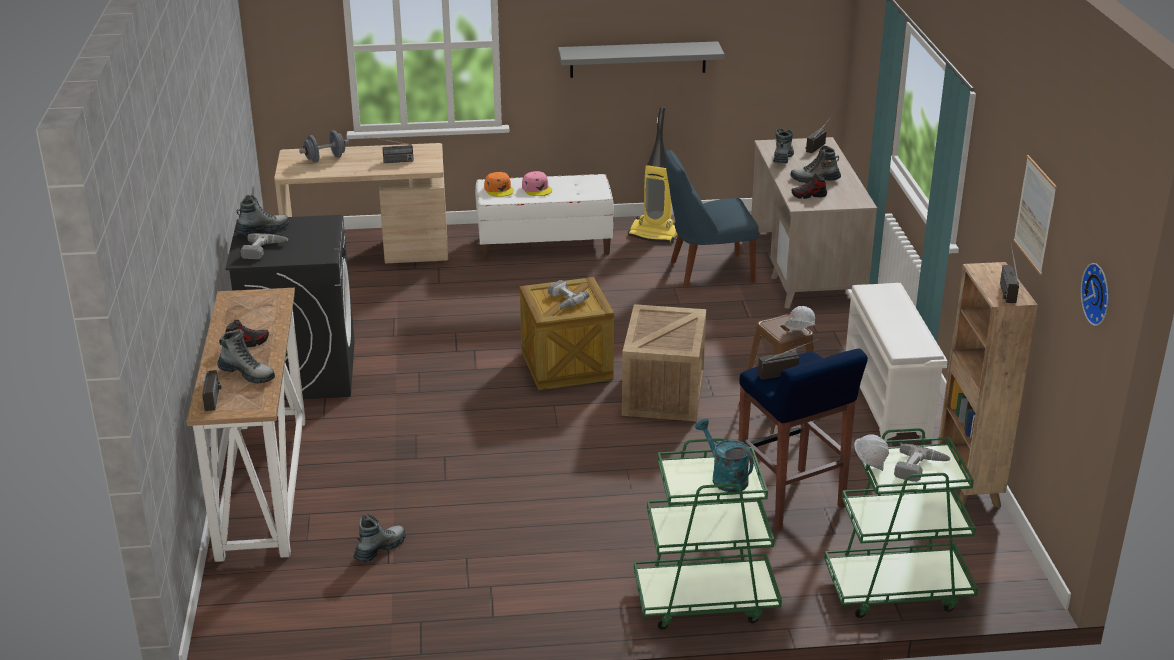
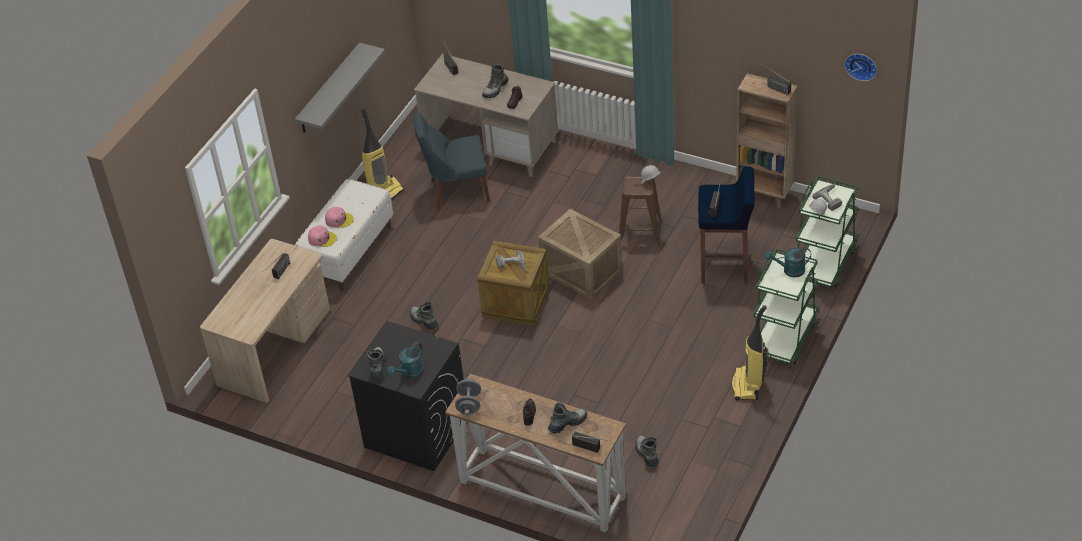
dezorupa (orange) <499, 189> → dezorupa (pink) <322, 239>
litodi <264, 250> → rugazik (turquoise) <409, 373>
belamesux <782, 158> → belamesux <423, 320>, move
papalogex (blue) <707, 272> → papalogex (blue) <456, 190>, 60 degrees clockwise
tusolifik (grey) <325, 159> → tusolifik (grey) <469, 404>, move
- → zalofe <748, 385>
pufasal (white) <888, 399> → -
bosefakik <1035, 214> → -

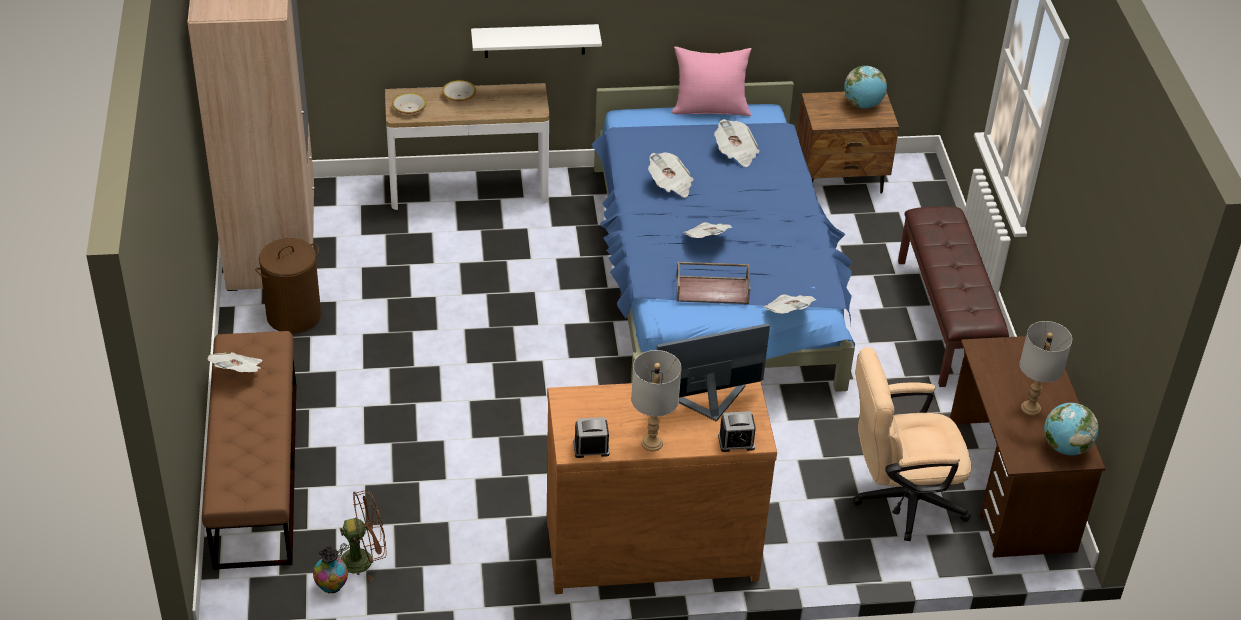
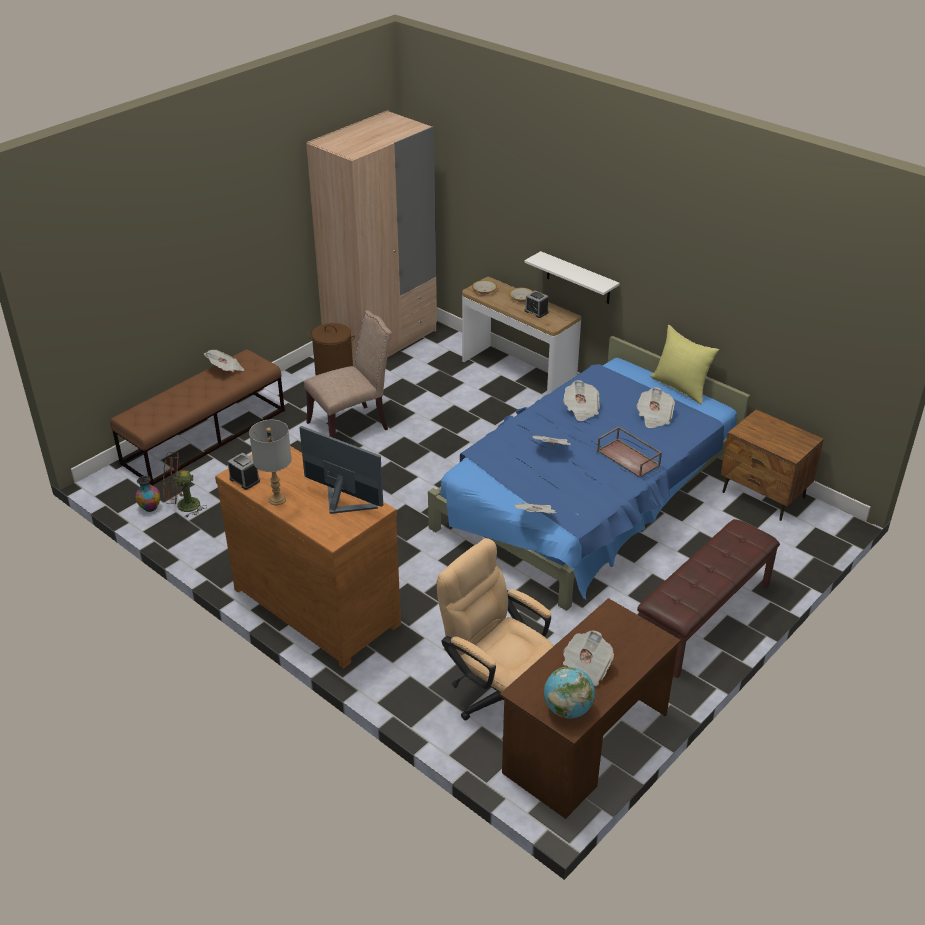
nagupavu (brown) <364, 559> → nagupavu (brown) <183, 506>, 135 degrees clockwise
- → papalogex (beige) <351, 426>
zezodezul <736, 442> → zezodezul <536, 312>, move
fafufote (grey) <1031, 408> → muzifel <585, 669>
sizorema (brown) <713, 289> → sizorema (brown) <629, 458>, move
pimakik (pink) <710, 108> → pimakik (yellow) <681, 387>
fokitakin <863, 104> → -

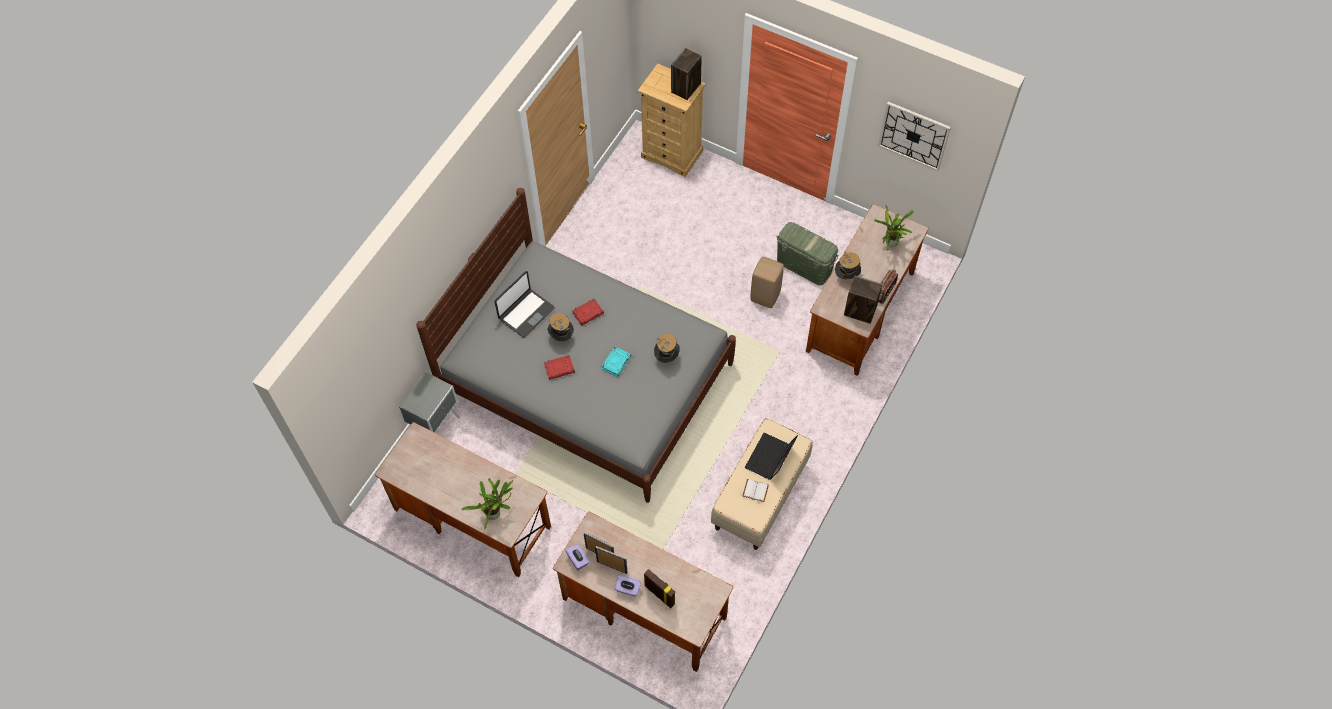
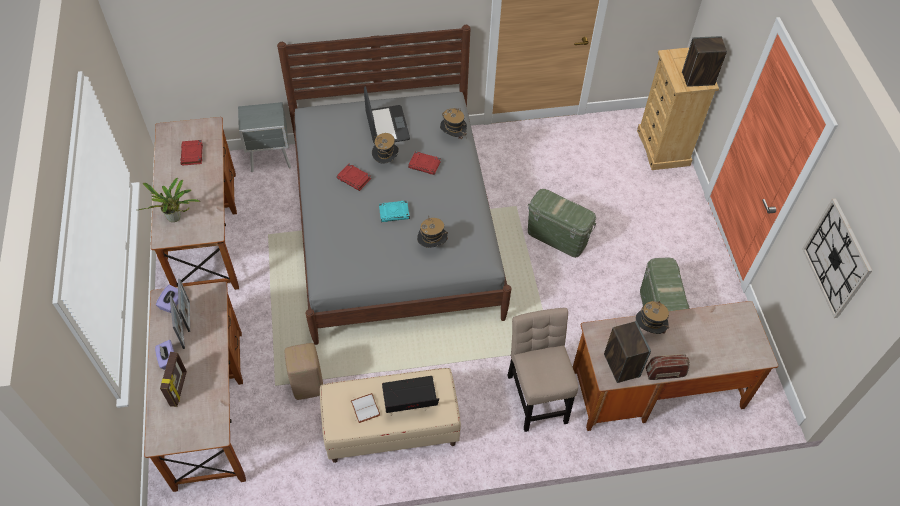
- → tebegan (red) <192, 154>
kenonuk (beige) <765, 296> → kenonuk (beige) <308, 386>, move
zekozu <526, 313> → zekozu <386, 126>, 105 degrees counterclockwise
- → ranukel <453, 136>
- → papalogex (beige) <537, 394>
- → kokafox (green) <557, 237>
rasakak <890, 244> → -

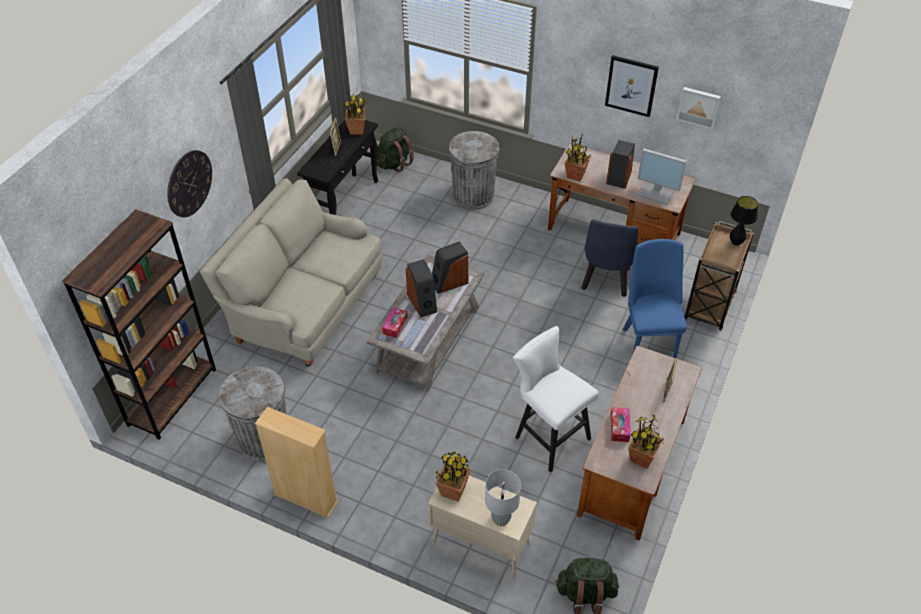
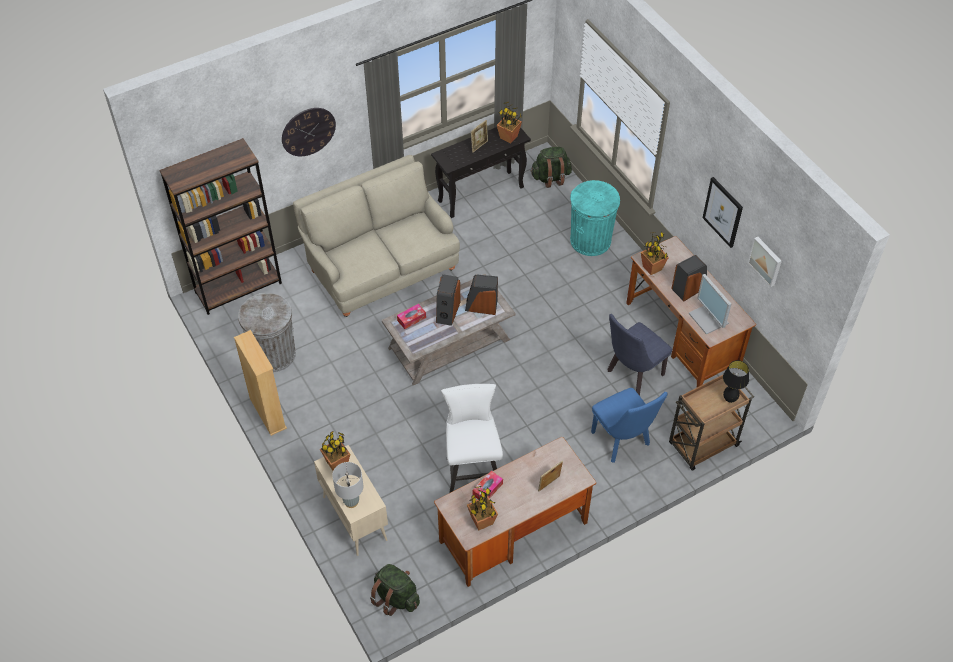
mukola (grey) <473, 196> → mukola (turquoise) <590, 240>
papalogex (blue) <648, 339> → papalogex (blue) <623, 442>, 120 degrees clockwise

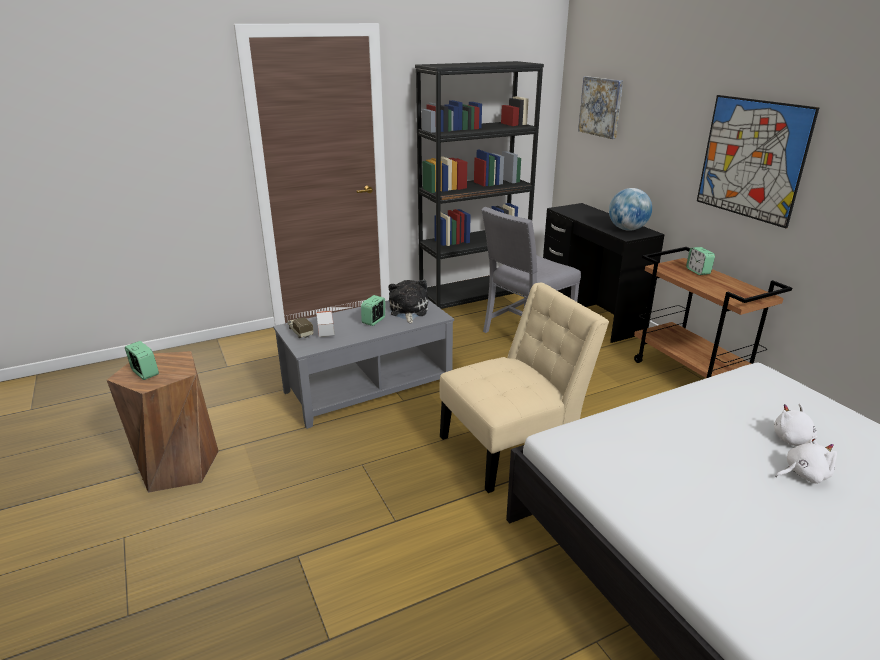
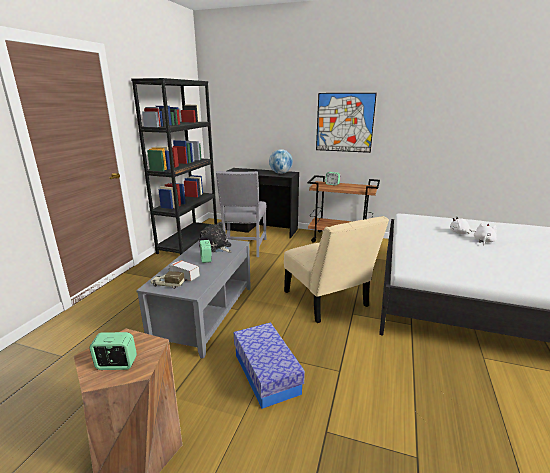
- → kokafox <266, 373>
papalogex (beige) <513, 447> → papalogex (beige) <327, 301>, 135 degrees clockwise
bosefakik <601, 107> → -

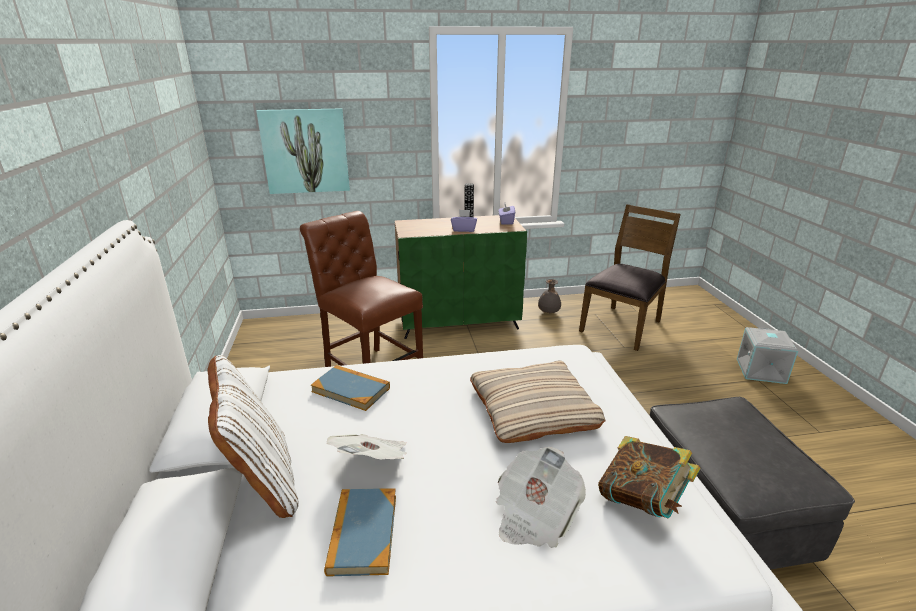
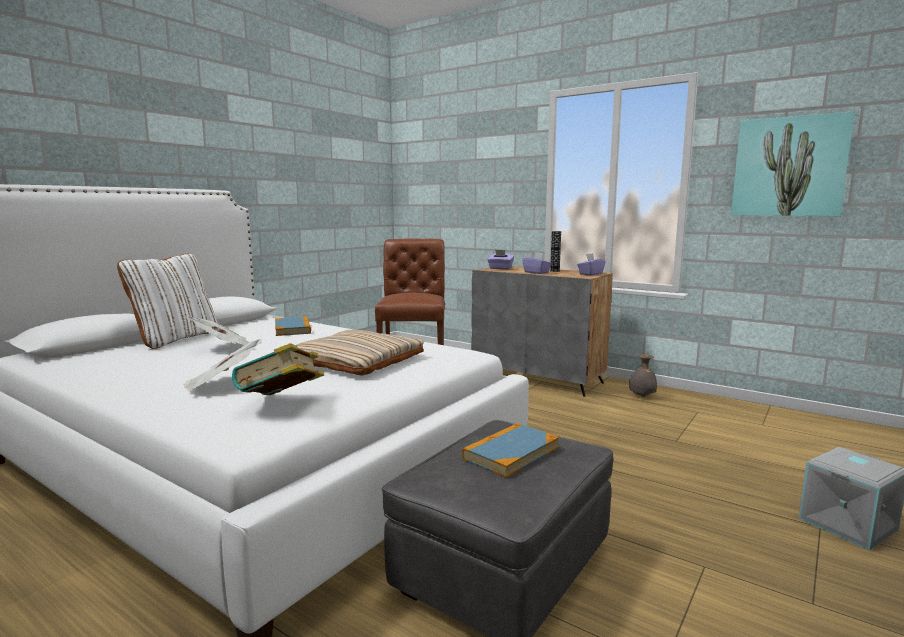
tebegan <363, 533> → tebegan <511, 453>, move
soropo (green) <459, 322> → soropo (grey) <538, 378>
- → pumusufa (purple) <500, 268>
bosefakik <305, 151> → bosefakik <789, 167>, move
papalogex (brown) <622, 326> → -

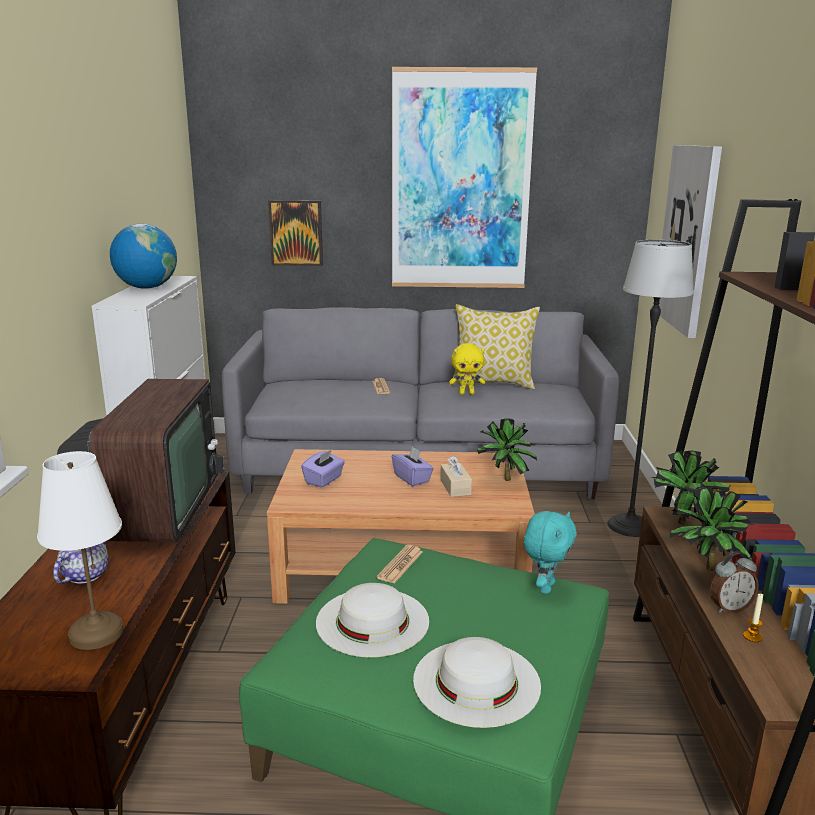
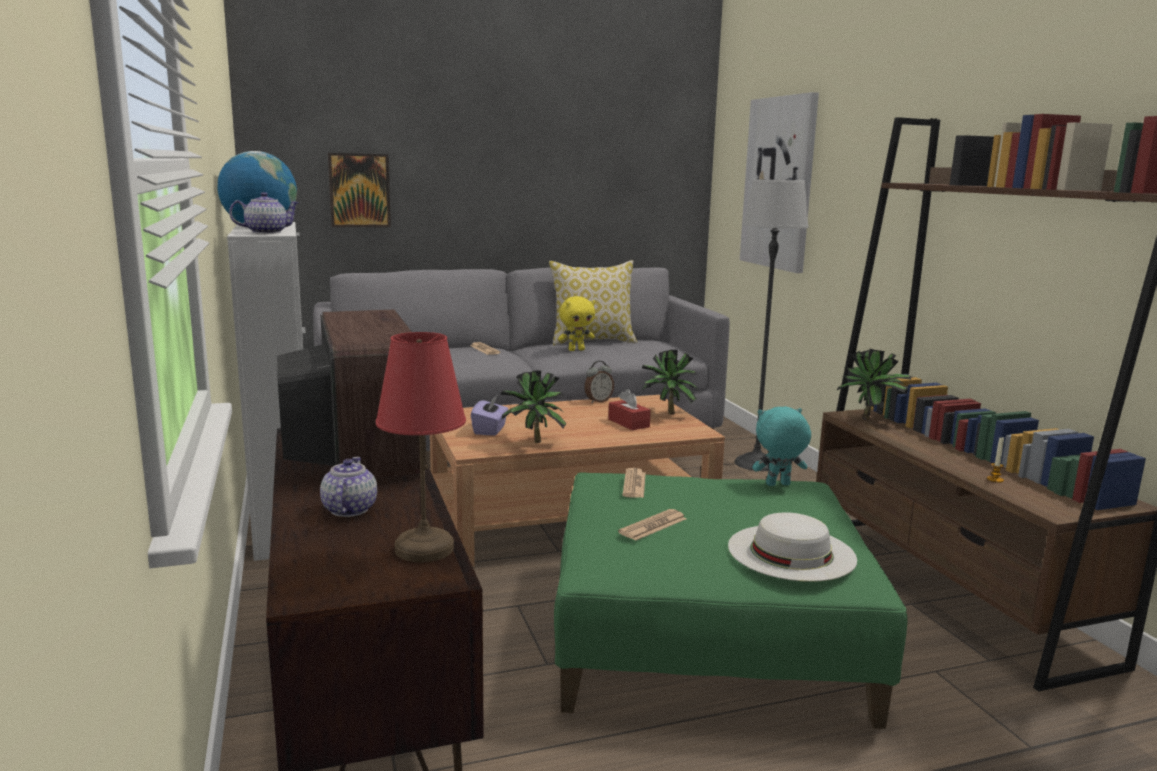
- → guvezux <266, 232>
fafufote (white) <96, 634> → fafufote (red) <425, 549>
rasakak <705, 570> → rasakak <533, 443>, move
zezodezul <729, 608> → zezodezul <598, 401>, move
pumusufa (beige) <455, 487> → pumusufa (red) <628, 423>
ranukel (white) <372, 621> → muzifel <653, 526>
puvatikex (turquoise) <545, 587> → puvatikex (turquoise) <778, 485>, 105 degrees counterclockwise
bosefakik <460, 181> → -
pumusufa (purple) <412, 478> → -

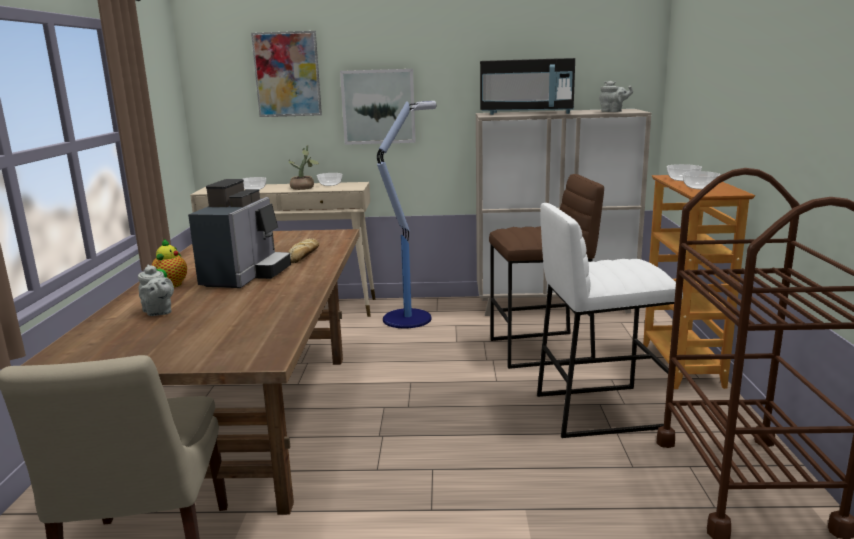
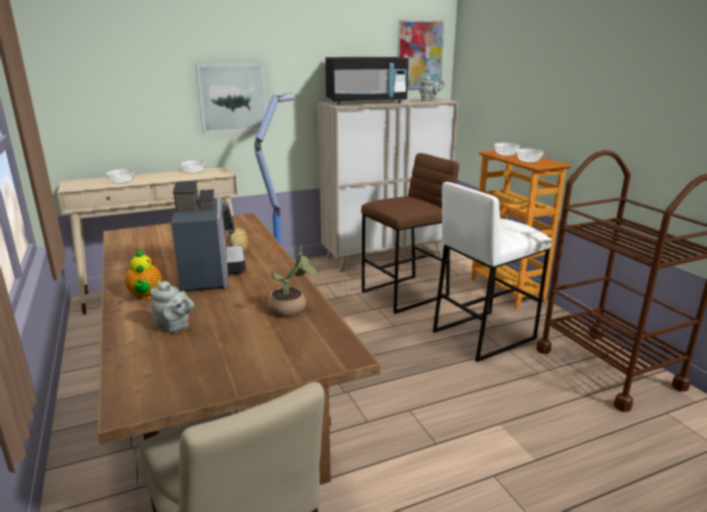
rasakak <304, 188> → rasakak <292, 309>, move
bosefakik <287, 74> → bosefakik <419, 55>, move

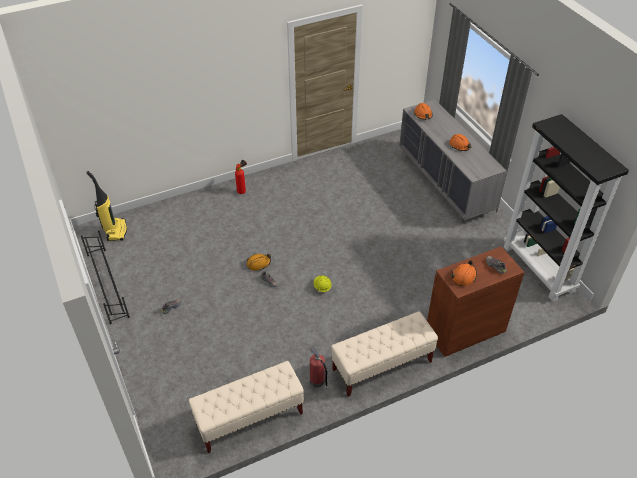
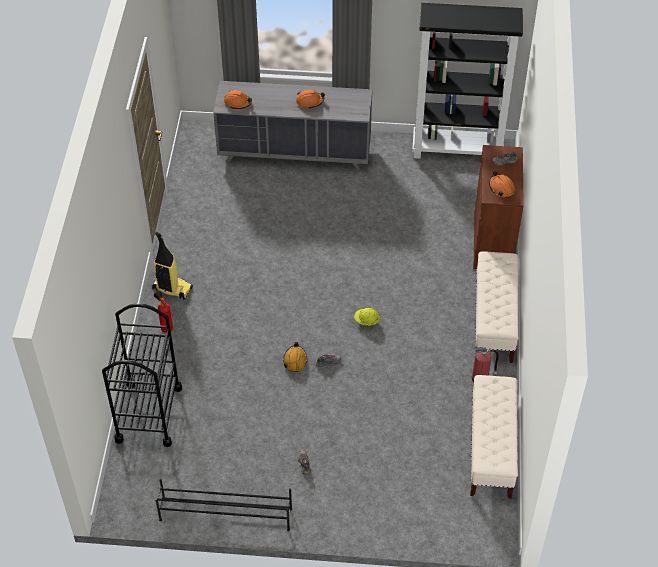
- → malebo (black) <148, 414>
zalofe <115, 231> → zalofe <171, 289>, move

